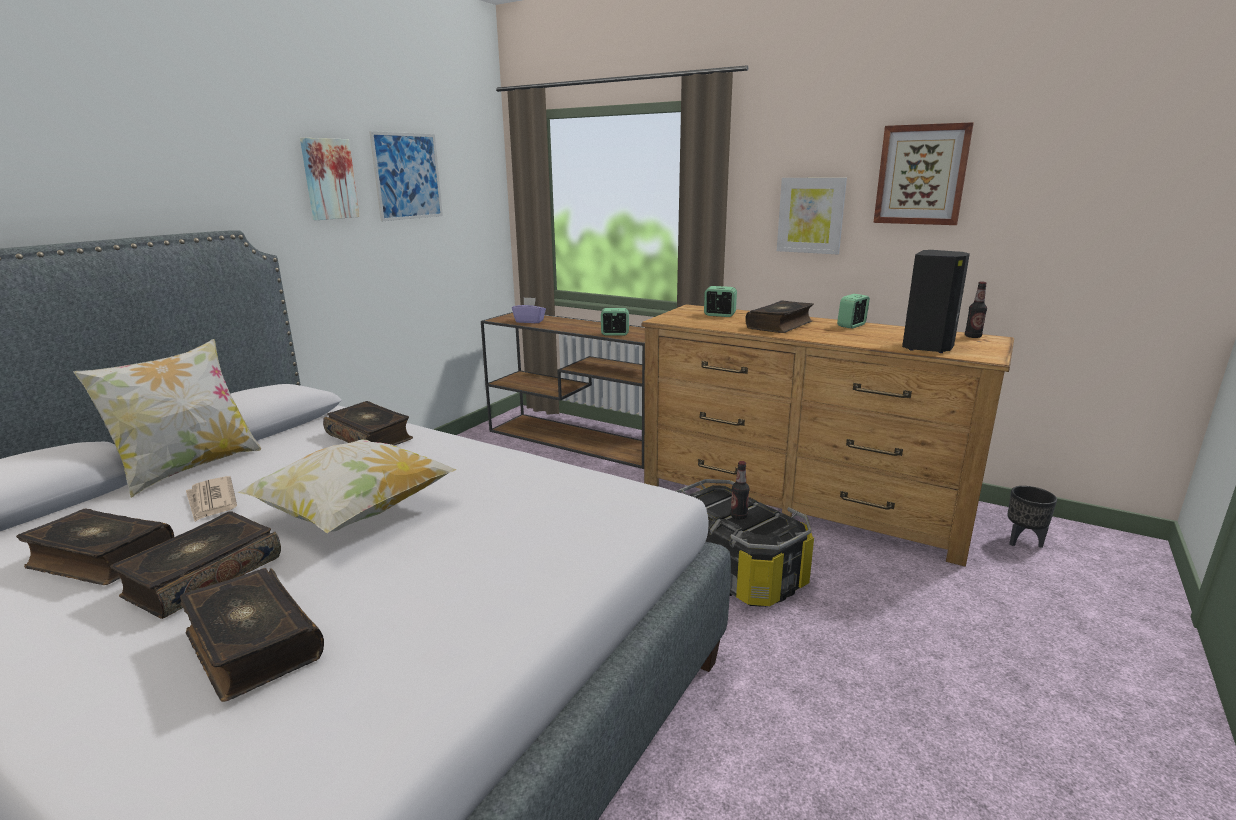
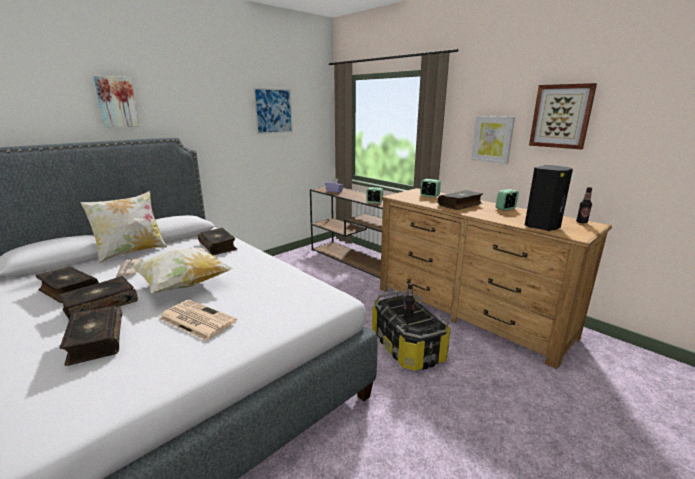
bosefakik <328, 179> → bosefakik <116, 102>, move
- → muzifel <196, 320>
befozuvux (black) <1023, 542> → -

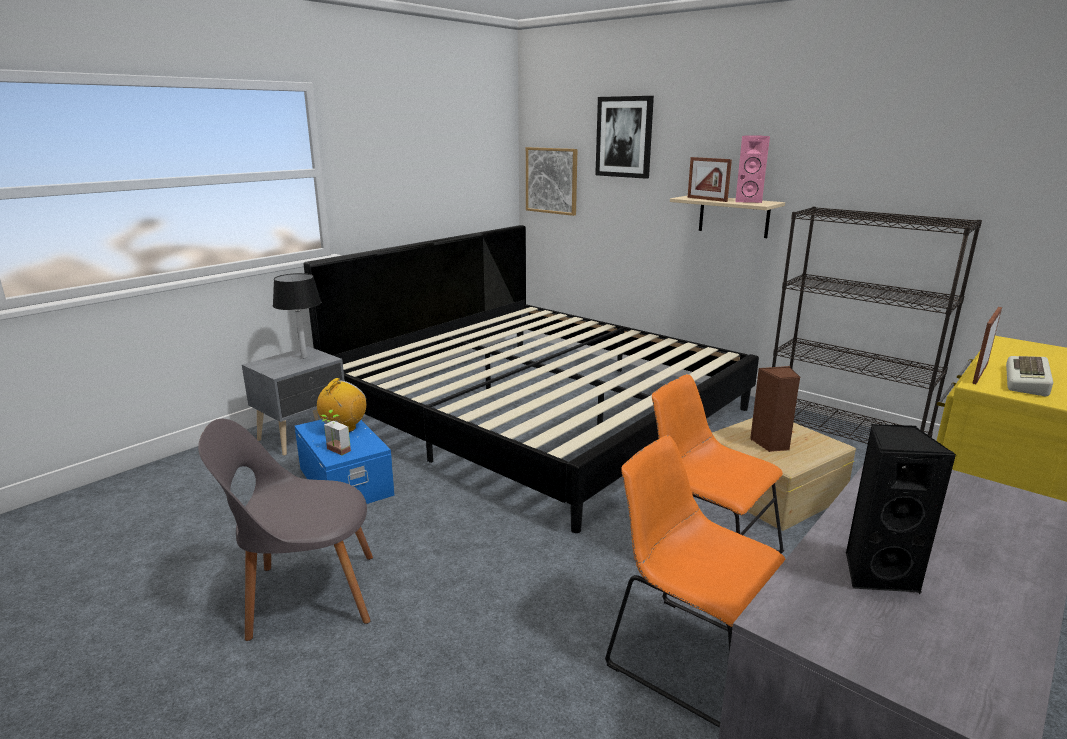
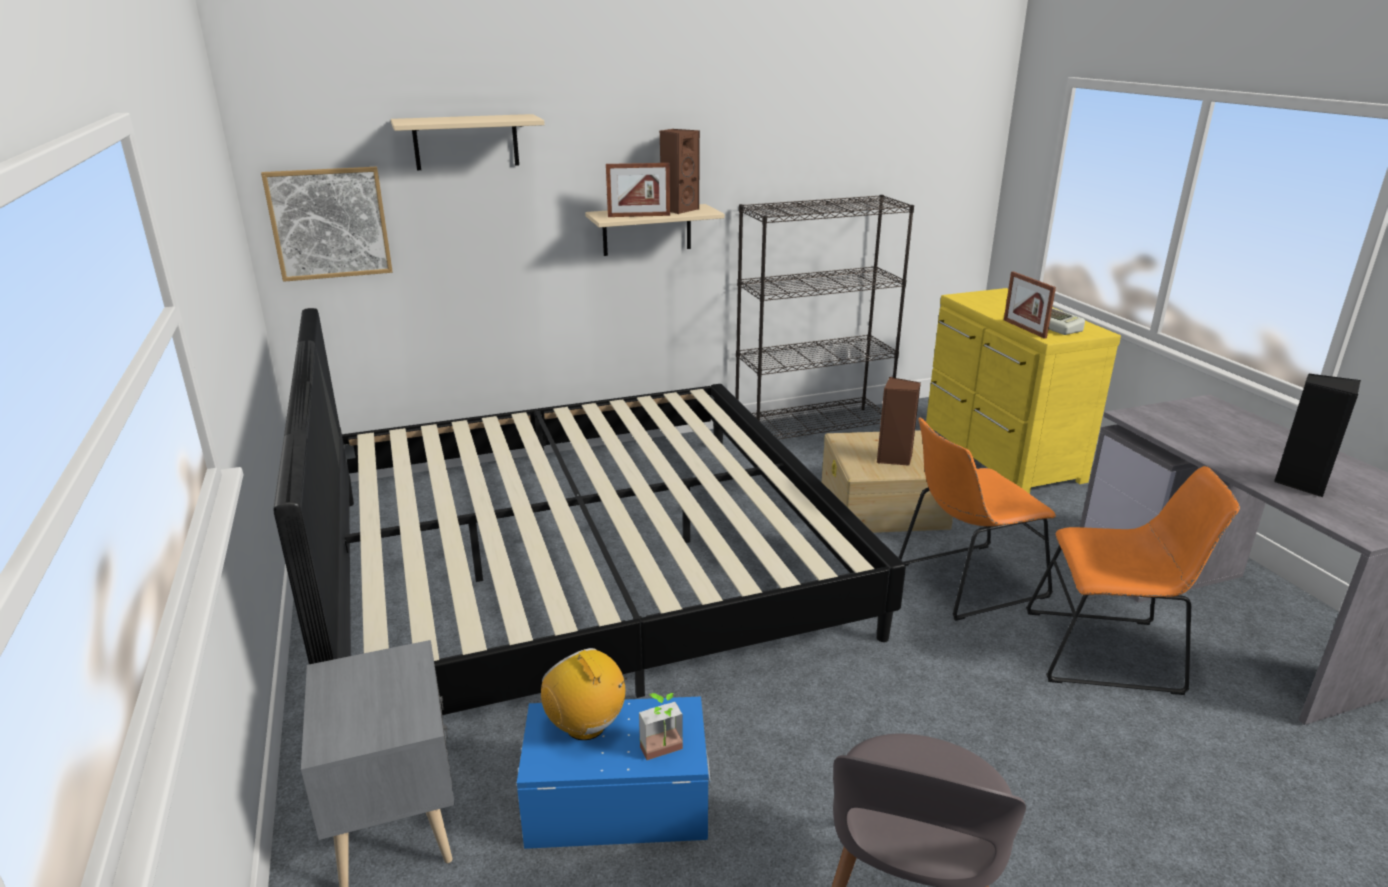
bosefakik <624, 137> → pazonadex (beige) <466, 142>
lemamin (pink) <747, 201> → lemamin (brown) <678, 210>
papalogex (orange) <688, 656> → papalogex (orange) <1109, 652>, 150 degrees counterclockwise
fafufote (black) <304, 357> → -

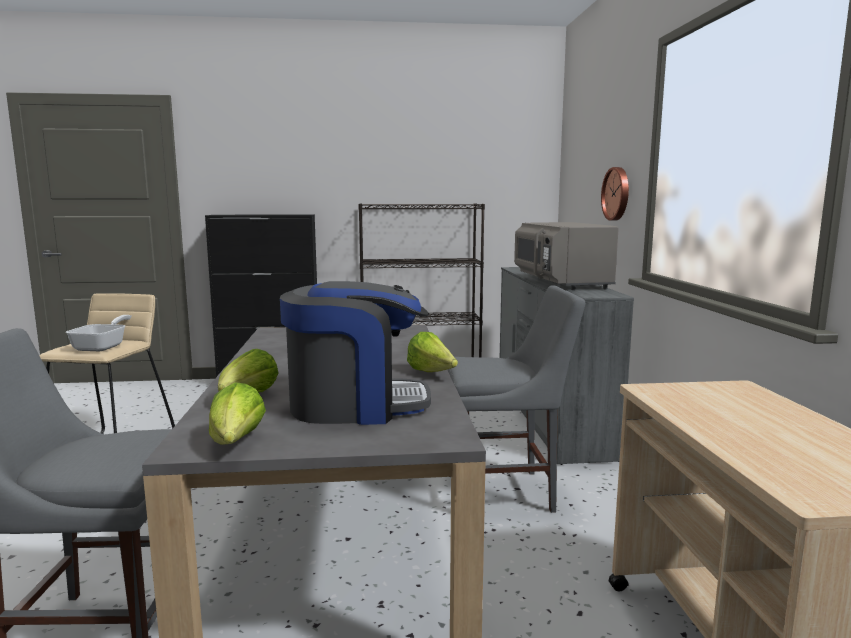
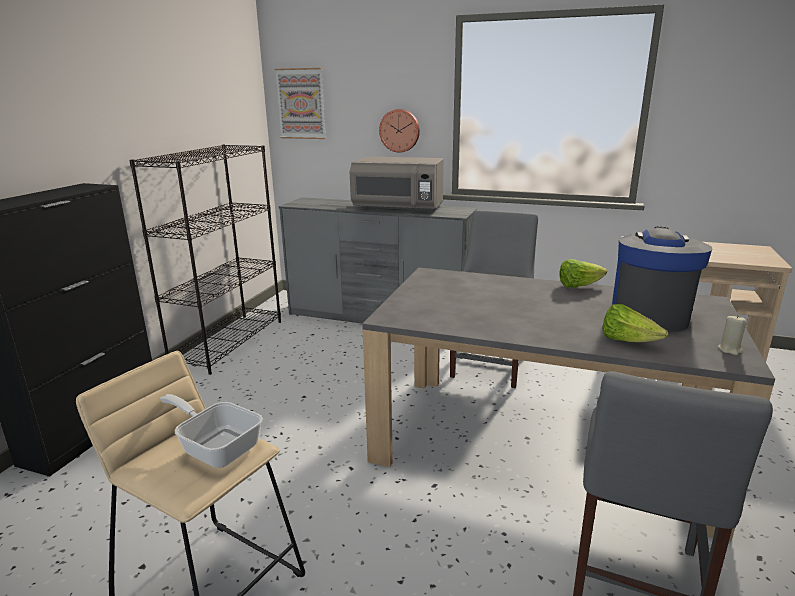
- → bosefakik <301, 104>
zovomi <236, 443> → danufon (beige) <730, 349>

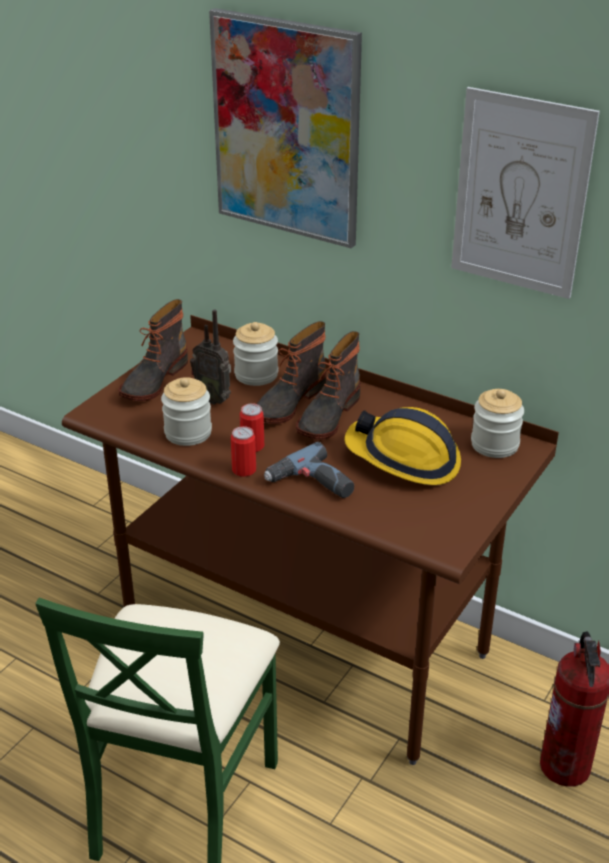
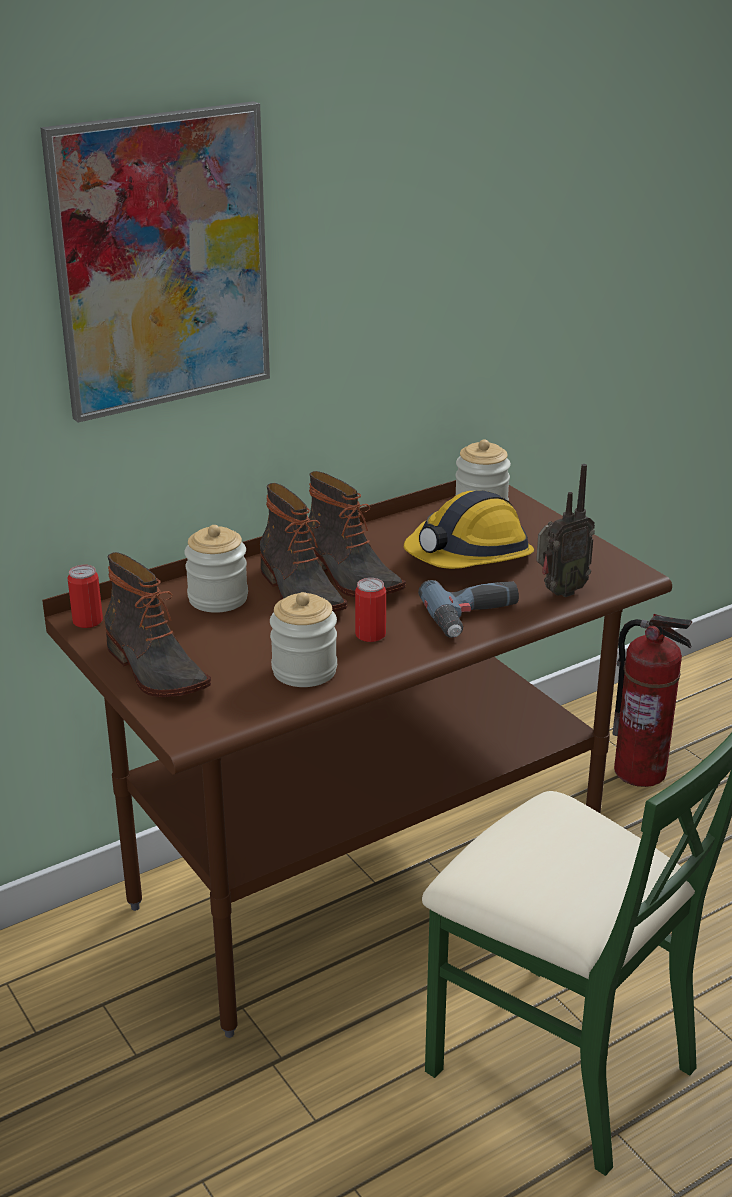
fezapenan <244, 470> → fezapenan <87, 621>, move
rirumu <214, 398> → rirumu <559, 592>, move
bosefakik <520, 194> → -

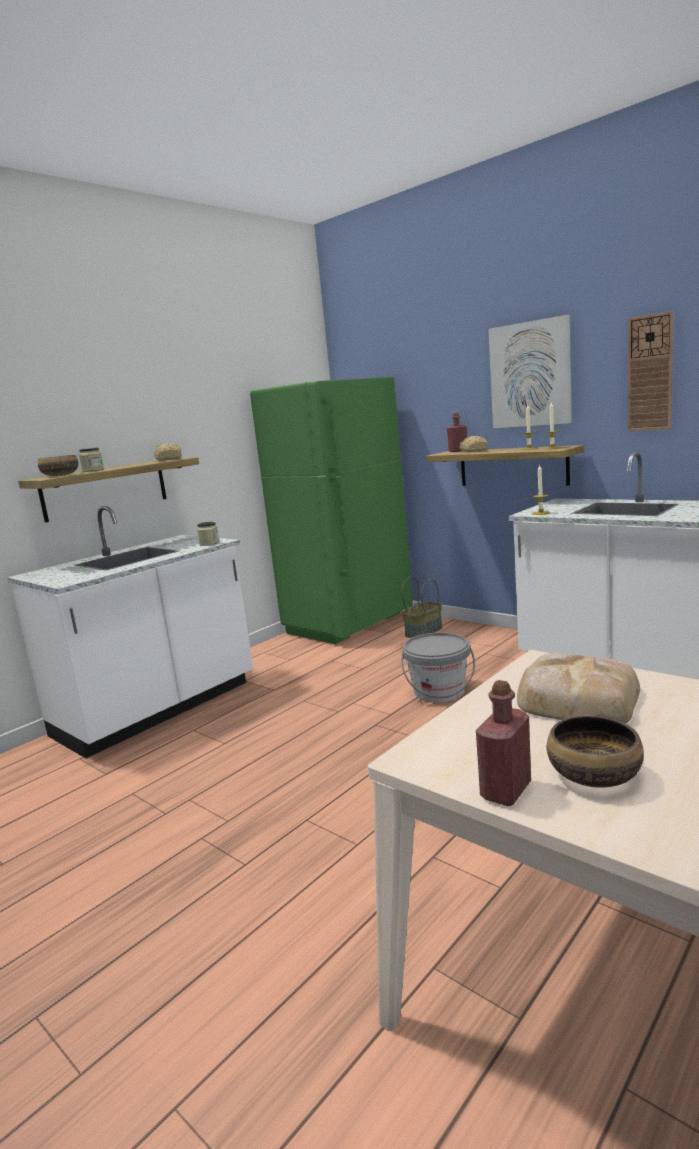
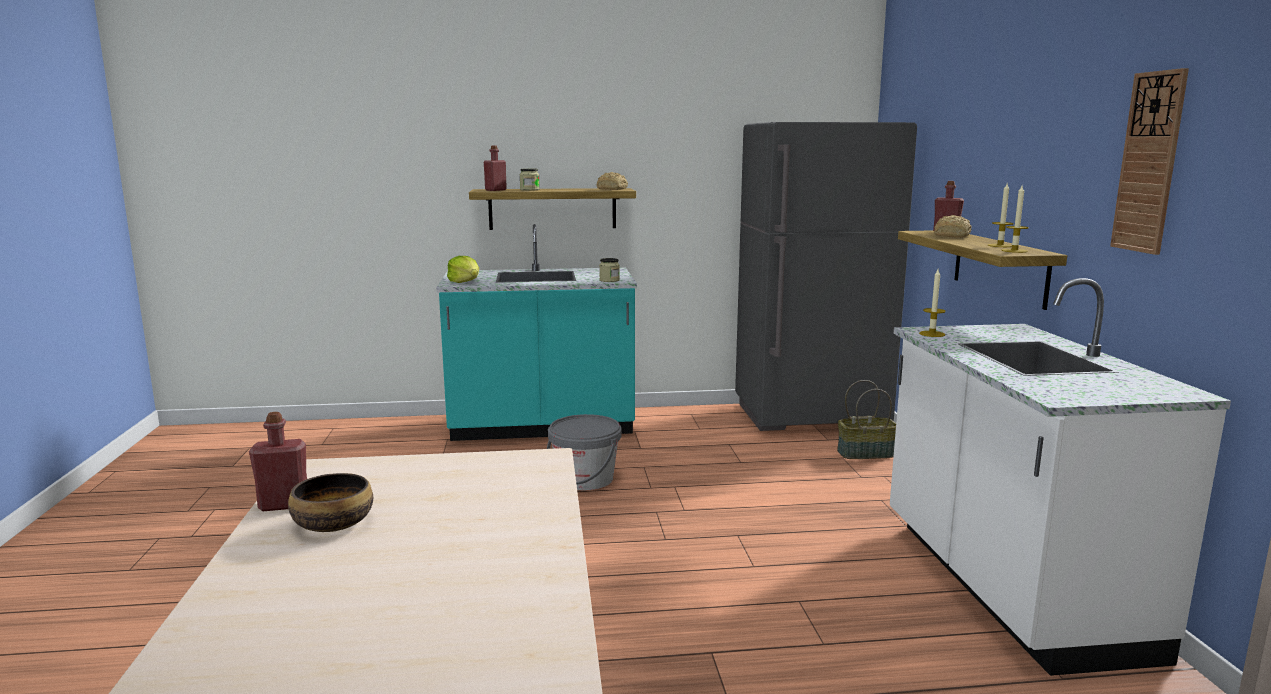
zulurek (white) <158, 710> → zulurek (turquoise) <542, 427>
- → zovomi <465, 282>
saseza <60, 475> → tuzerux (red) <495, 190>
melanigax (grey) <439, 692> → melanigax (grey) <585, 479>, move
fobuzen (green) <350, 624> → fobuzen (grey) <810, 418>
bosefakik <530, 374> → -
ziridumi <576, 699> → -

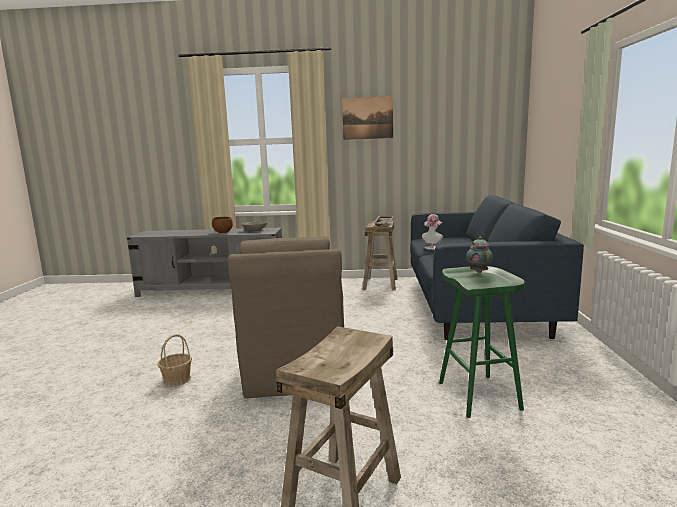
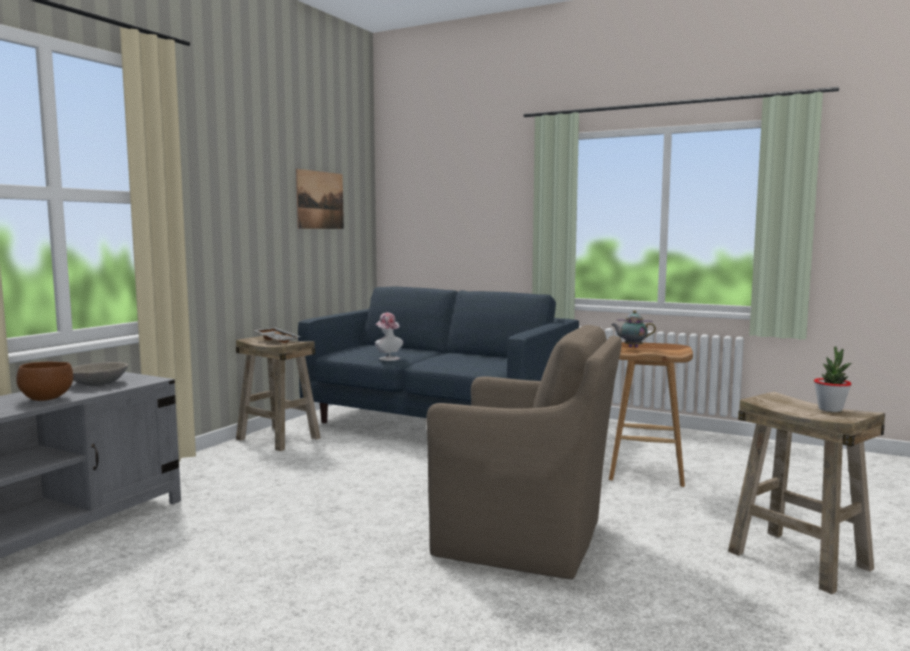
bosefakik <367, 118> → bosefakik <320, 200>, move
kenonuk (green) <480, 396> → kenonuk (brown) <647, 473>
- → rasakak <830, 409>
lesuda <176, 380> → -

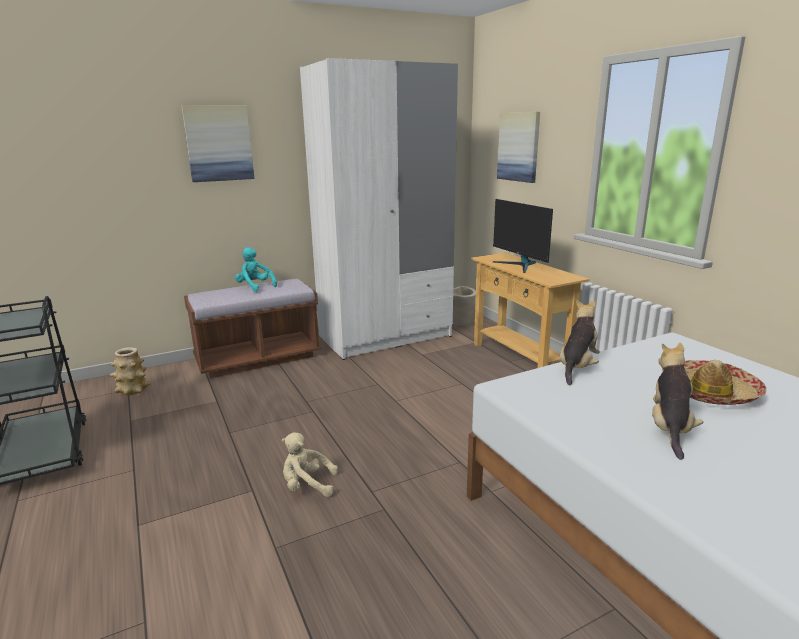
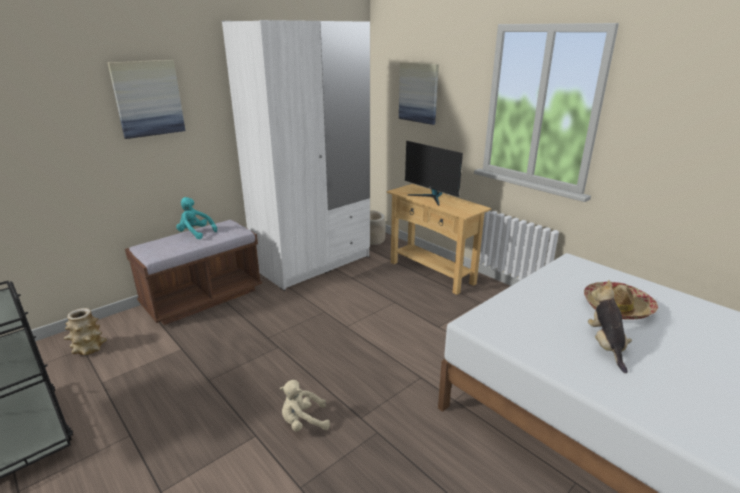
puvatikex <577, 367> → -

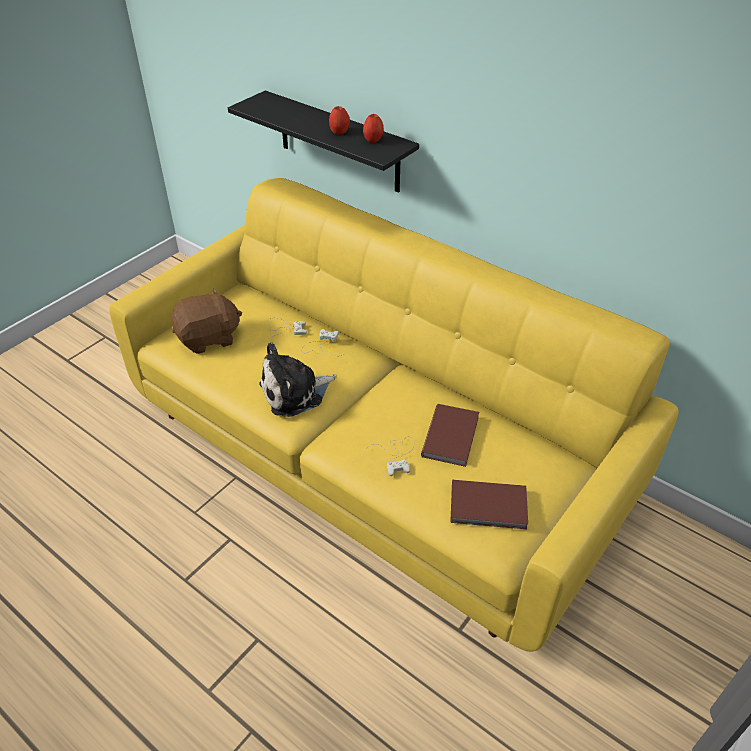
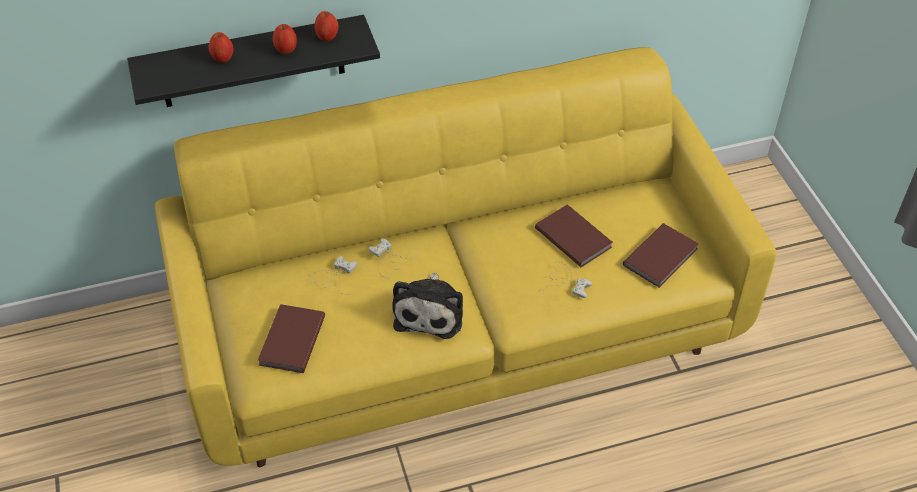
- → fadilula <223, 58>
puvatikex (brown) <209, 338> → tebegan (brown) <290, 341>

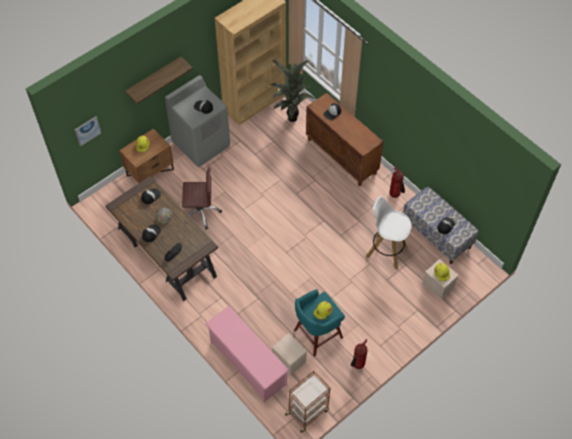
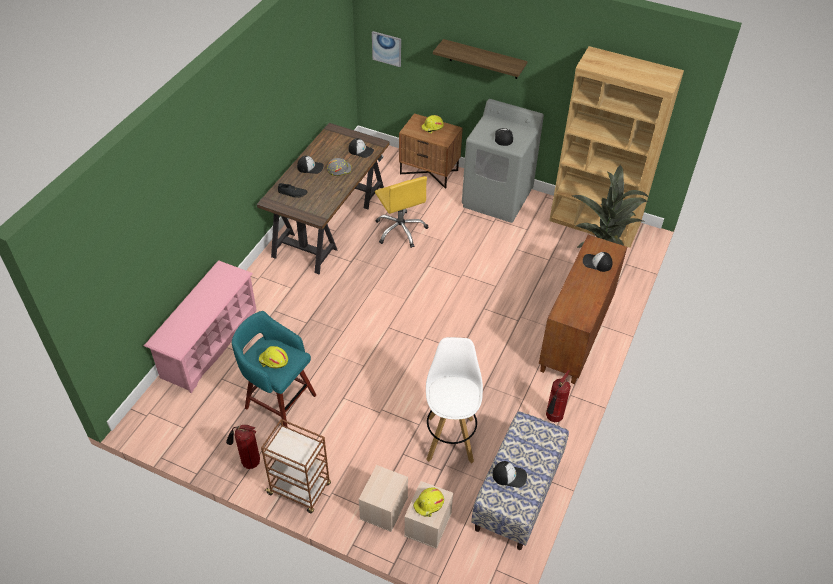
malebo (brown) <308, 412> → malebo (brown) <300, 489>, move
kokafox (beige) <290, 359> → kokafox (beige) <384, 509>, move
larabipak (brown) <200, 212> → larabipak (yellow) <400, 230>

